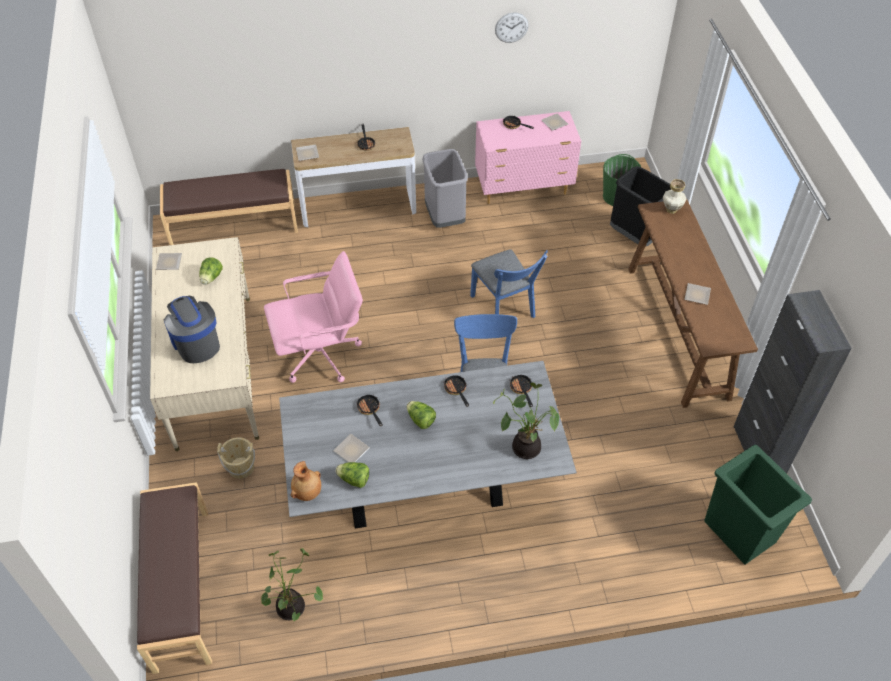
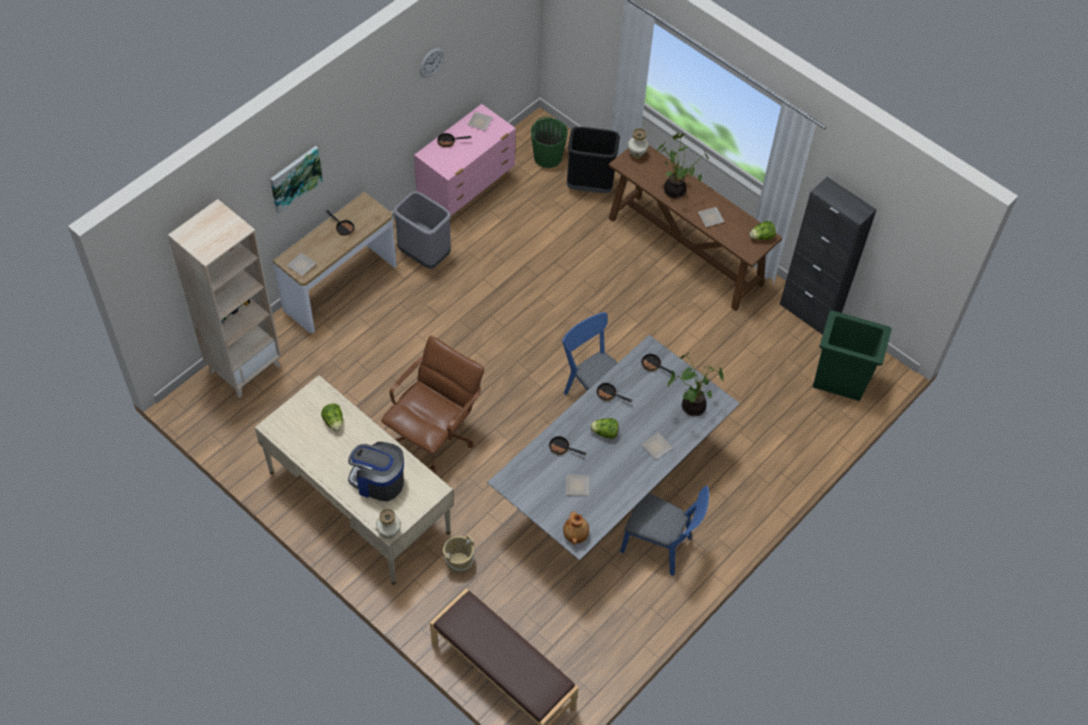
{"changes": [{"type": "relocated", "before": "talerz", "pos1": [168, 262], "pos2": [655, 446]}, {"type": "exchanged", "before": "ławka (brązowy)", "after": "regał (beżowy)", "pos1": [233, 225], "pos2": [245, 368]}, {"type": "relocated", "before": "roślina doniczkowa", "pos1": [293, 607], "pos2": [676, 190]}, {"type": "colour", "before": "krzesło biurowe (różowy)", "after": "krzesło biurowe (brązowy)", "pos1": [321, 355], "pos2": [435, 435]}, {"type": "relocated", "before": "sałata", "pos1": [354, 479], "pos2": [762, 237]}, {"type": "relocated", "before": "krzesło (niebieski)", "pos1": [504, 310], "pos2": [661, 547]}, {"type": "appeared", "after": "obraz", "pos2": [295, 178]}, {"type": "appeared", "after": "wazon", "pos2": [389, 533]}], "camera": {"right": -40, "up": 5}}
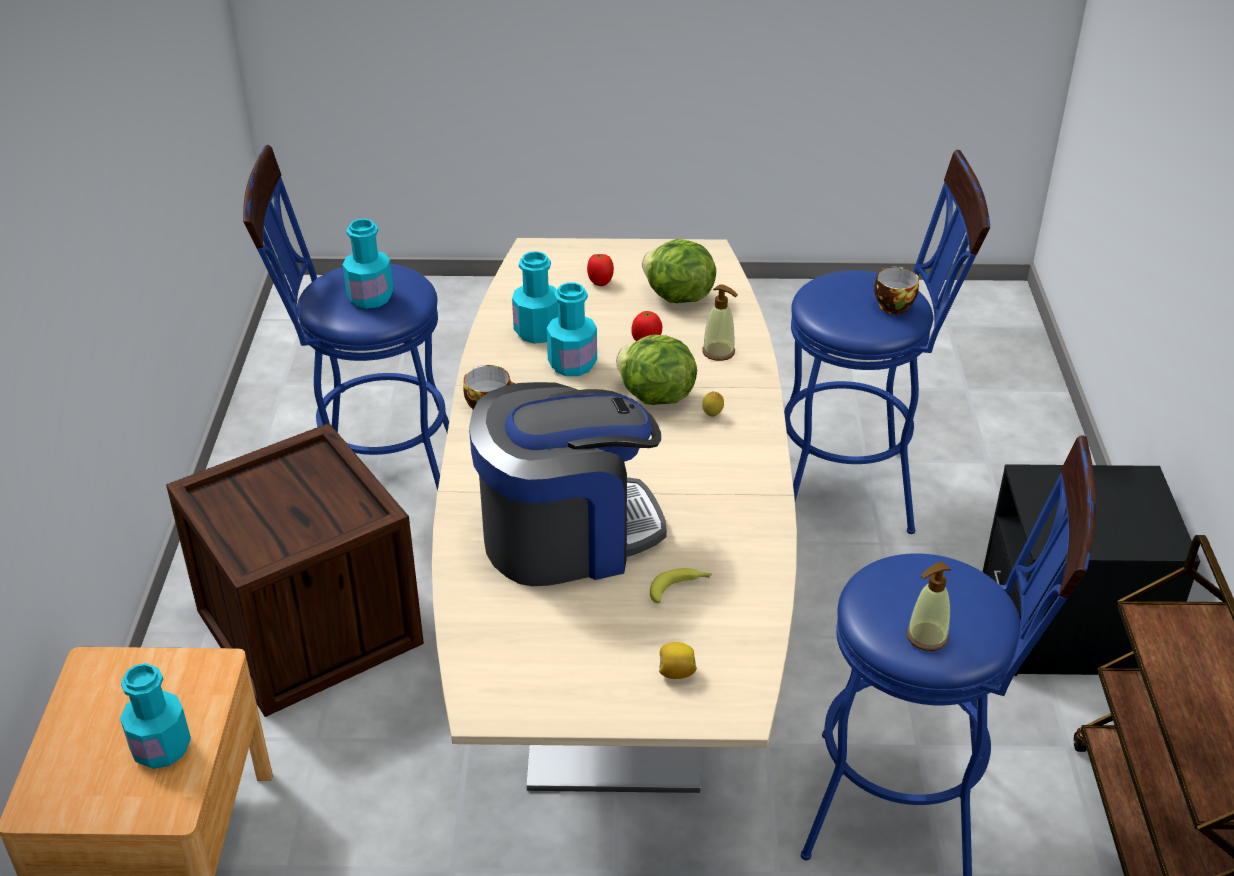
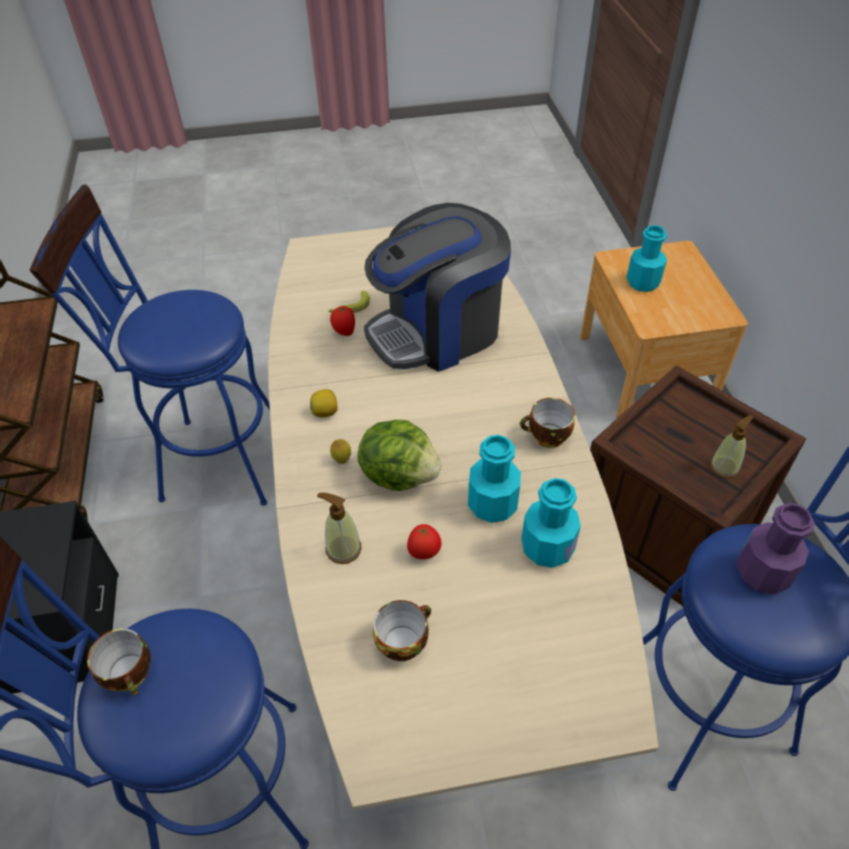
{"changes": [{"type": "colour", "before": "butelka (turkusowy)", "after": "butelka (fioletowy)", "pos1": [370, 297], "pos2": [762, 573]}, {"type": "relocated", "before": "pomidor", "pos1": [600, 282], "pos2": [344, 332]}, {"type": "exchanged", "before": "sałata", "after": "filiżanka", "pos1": [677, 297], "pos2": [403, 641]}, {"type": "relocated", "before": "cytryna", "pos1": [676, 673], "pos2": [325, 412]}, {"type": "relocated", "before": "dozownik mydła", "pos1": [926, 637], "pos2": [724, 467]}], "camera": {"right": 170, "up": 10}}
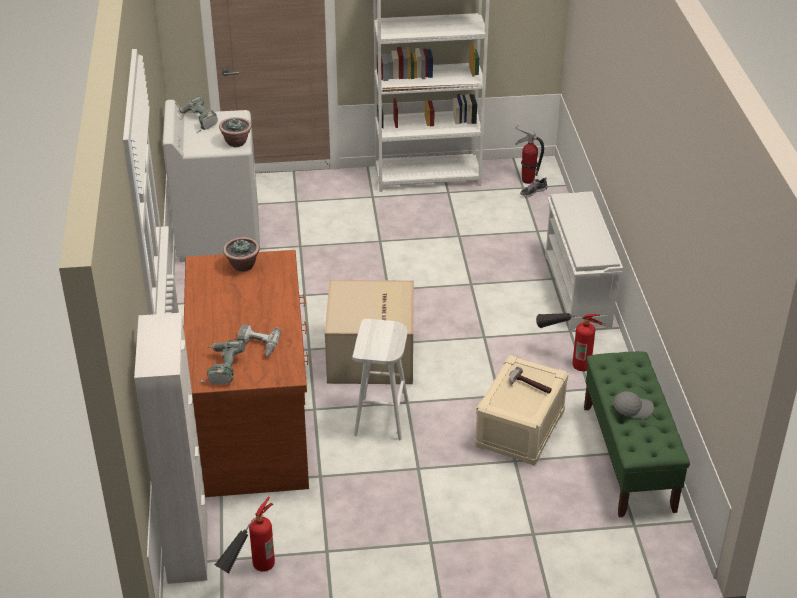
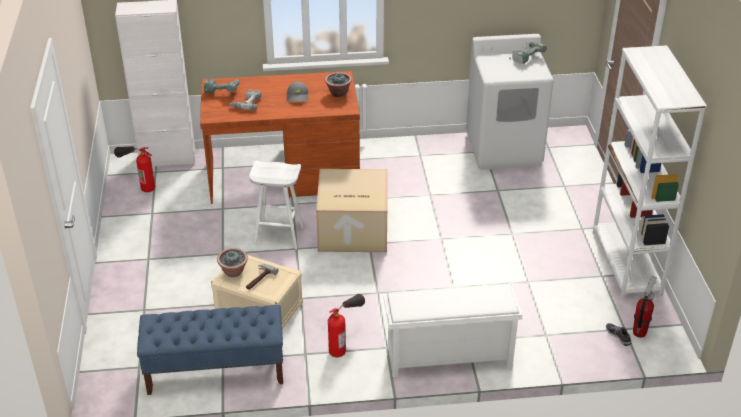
{"changes": [{"type": "relocated", "before": "roślina doniczkowa", "pos1": [236, 142], "pos2": [233, 272]}, {"type": "colour", "before": "ławka (zielony)", "after": "ławka (niebieski)", "pos1": [628, 458], "pos2": [215, 371]}, {"type": "relocated", "before": "czapka z daszkiem (szary)", "pos1": [632, 408], "pos2": [298, 96]}], "camera": {"right": 90, "up": 0}}
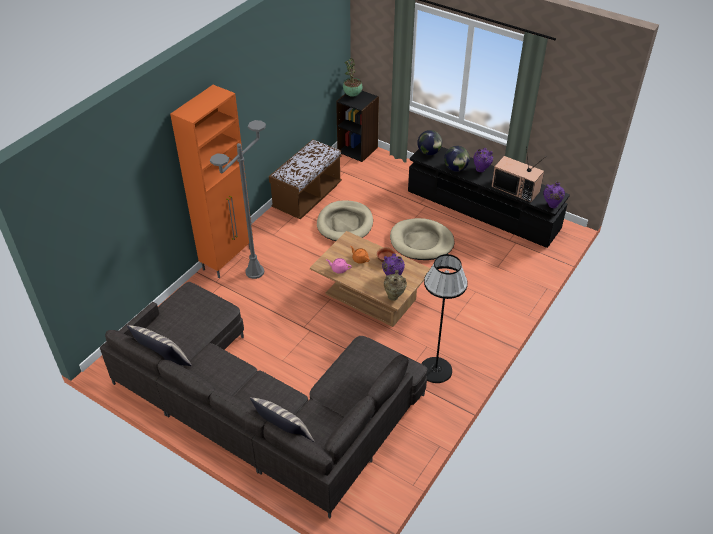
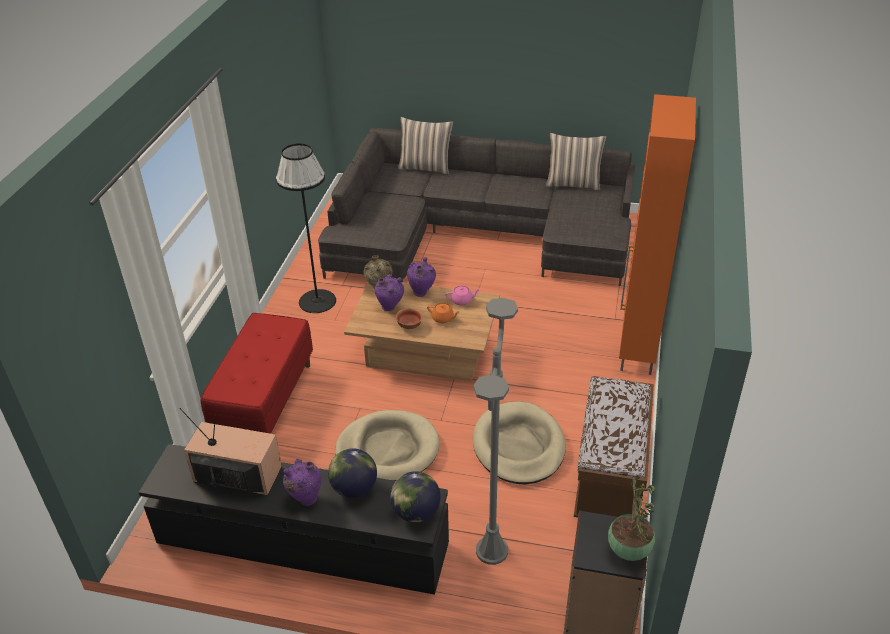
{"changes": [{"type": "relocated", "before": "lampa stojąca (szary)", "pos1": [255, 272], "pos2": [491, 551]}, {"type": "relocated", "before": "wazon (fioletowy)", "pos1": [551, 205], "pos2": [422, 292]}, {"type": "appeared", "after": "ławka (czerwony)", "pos2": [265, 401]}], "camera": {"right": 160, "up": -5}}
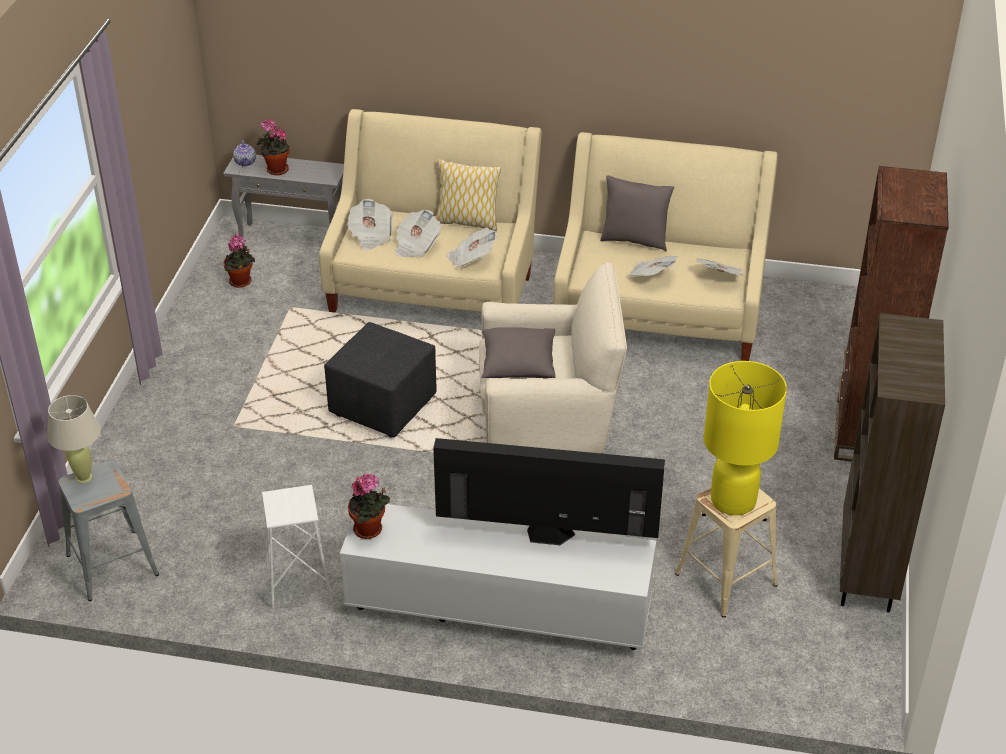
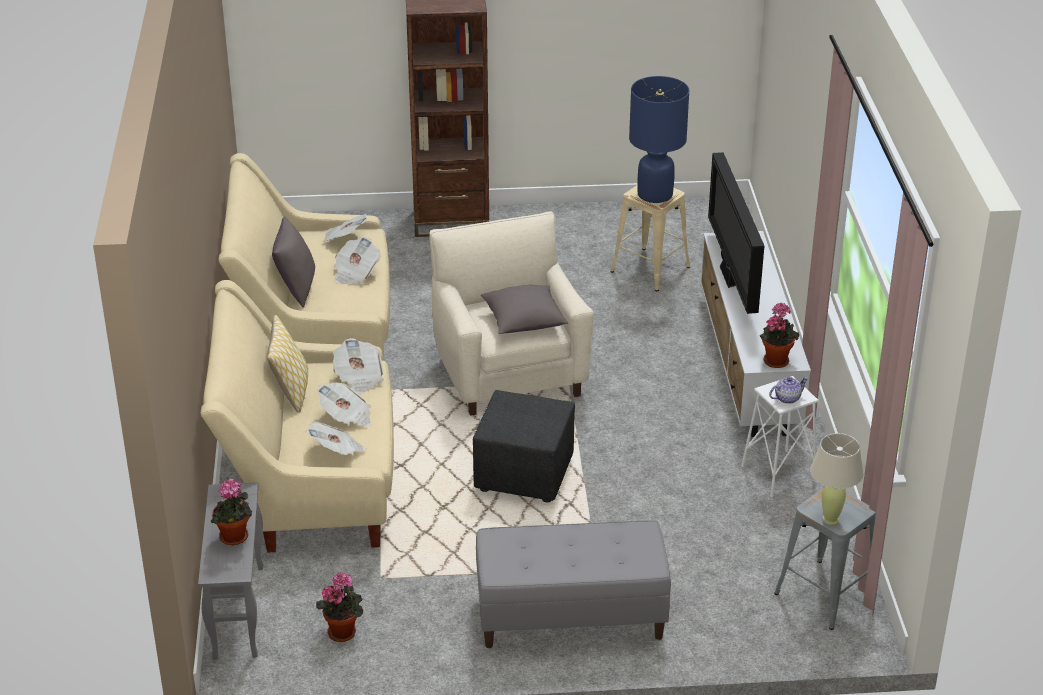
{"changes": [{"type": "relocated", "before": "imbryk", "pos1": [245, 162], "pos2": [787, 398]}, {"type": "colour", "before": "lampa stołowa (żółty)", "after": "lampa stołowa (niebieski)", "pos1": [733, 500], "pos2": [654, 194]}, {"type": "missing", "before": "regał (brązowy)", "pos1": [868, 573]}, {"type": "appeared", "after": "ławka (szary)", "pos2": [570, 617]}], "camera": {"right": -105, "up": -5}}
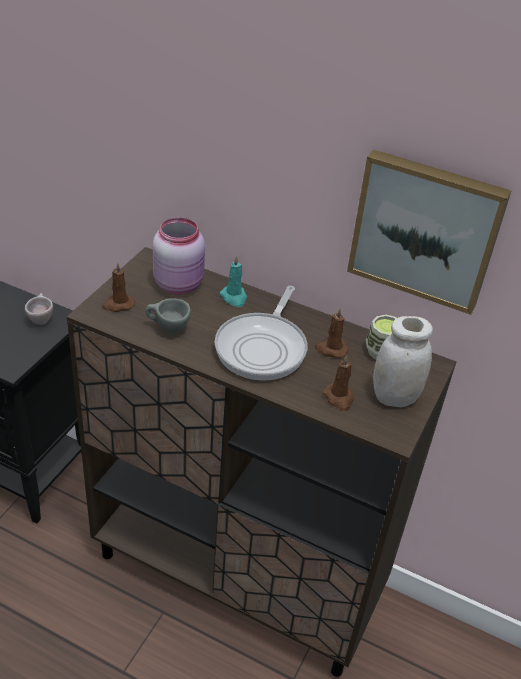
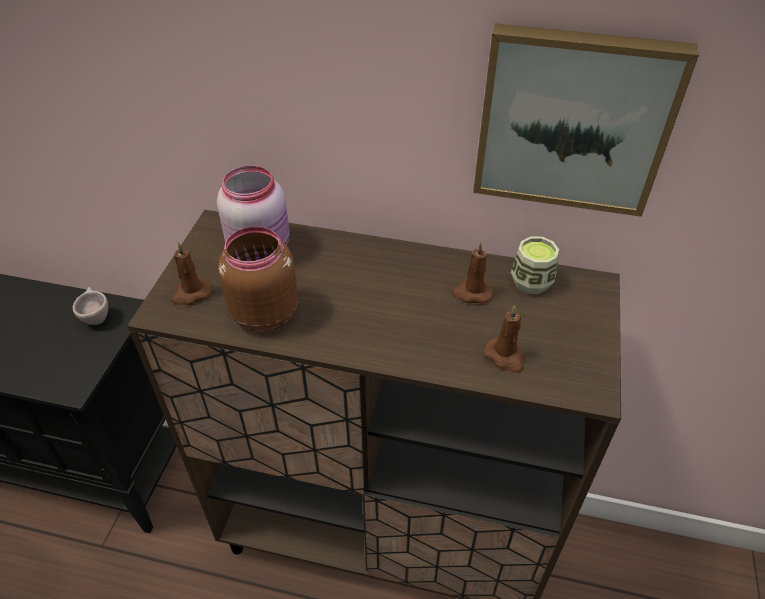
{"changes": [{"type": "exchanged", "before": "filiżanka (szary)", "after": "słoik (brązowy)", "pos1": [167, 329], "pos2": [263, 313]}, {"type": "missing", "before": "patelnia", "pos1": [263, 347]}, {"type": "missing", "before": "świeca (turkusowy)", "pos1": [234, 297]}, {"type": "missing", "before": "słoik (biały)", "pos1": [394, 397]}], "camera": {"right": -10, "up": 5}}
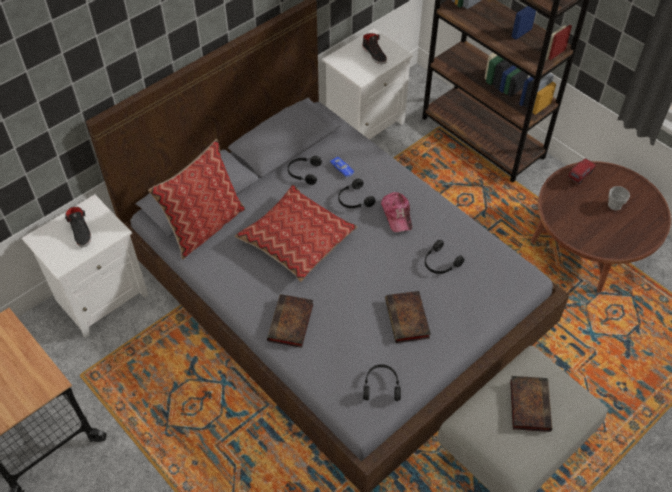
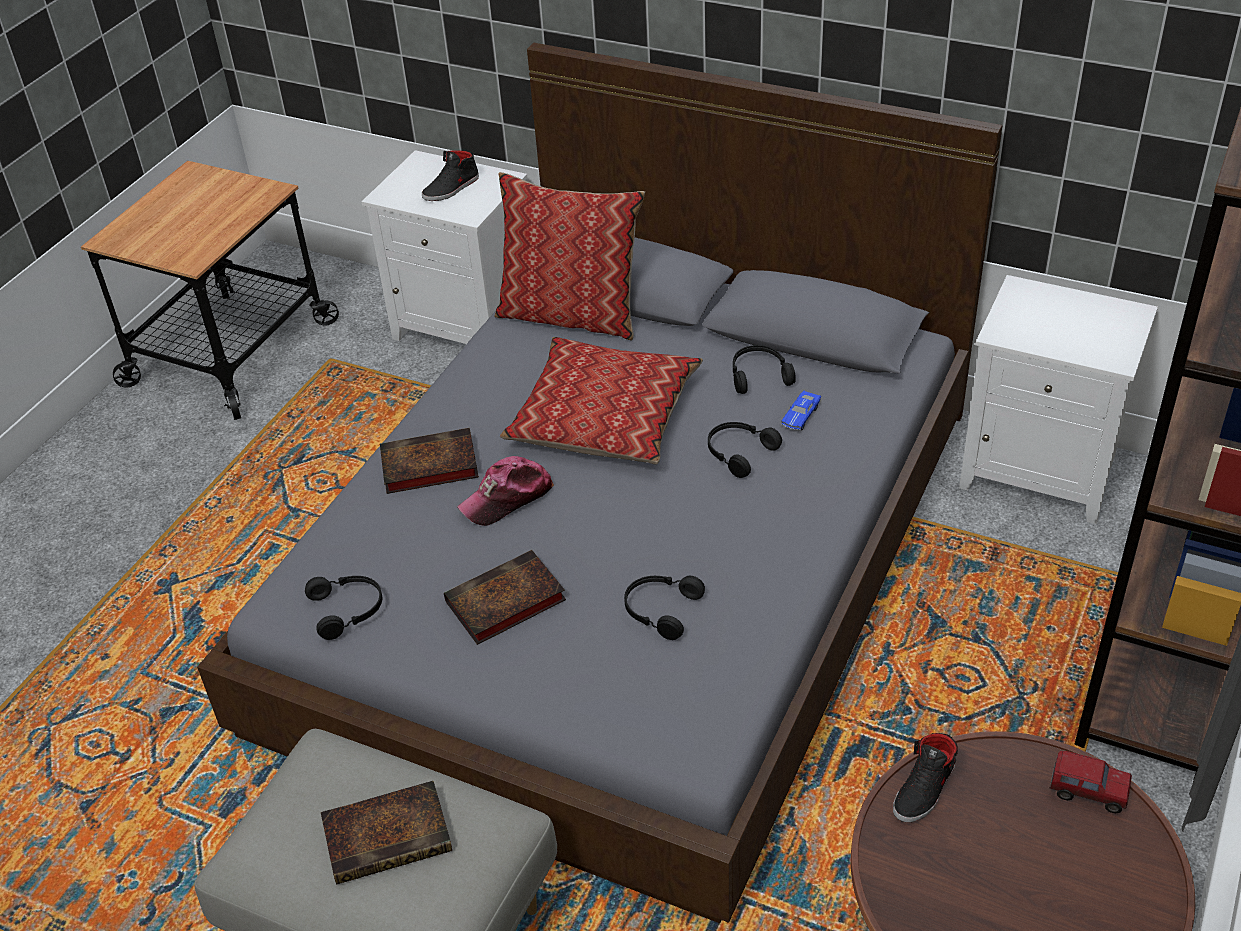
{"changes": [{"type": "relocated", "before": "but (czarny)", "pos1": [374, 54], "pos2": [925, 789]}, {"type": "relocated", "before": "czapka z daszkiem", "pos1": [397, 215], "pos2": [507, 498]}, {"type": "missing", "before": "filiżanka", "pos1": [614, 205]}], "camera": {"right": 70, "up": -10}}
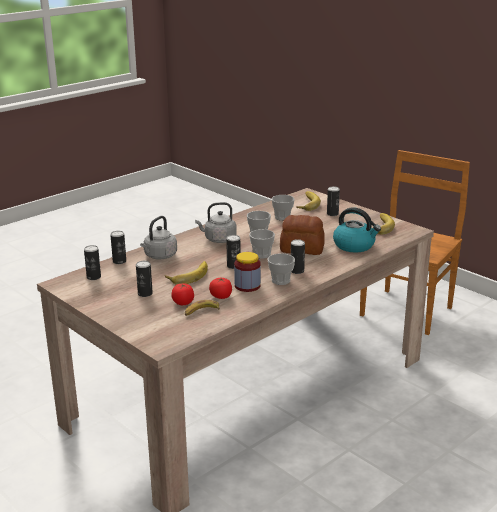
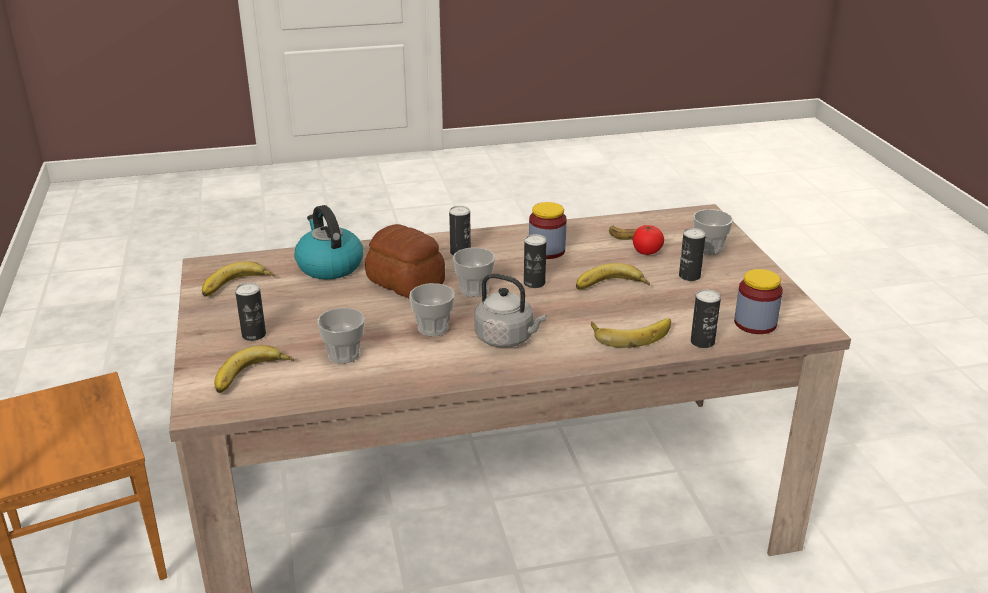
{"changes": [{"type": "exchanged", "before": "puszka", "after": "słoik", "pos1": [93, 277], "pos2": [755, 323]}, {"type": "exchanged", "before": "czajnik (szary)", "after": "banan", "pos1": [159, 256], "pos2": [630, 333]}, {"type": "missing", "before": "pomidor", "pos1": [221, 296]}, {"type": "relocated", "before": "filiżanka", "pos1": [281, 281], "pos2": [709, 248]}], "camera": {"right": -150, "up": 5}}
